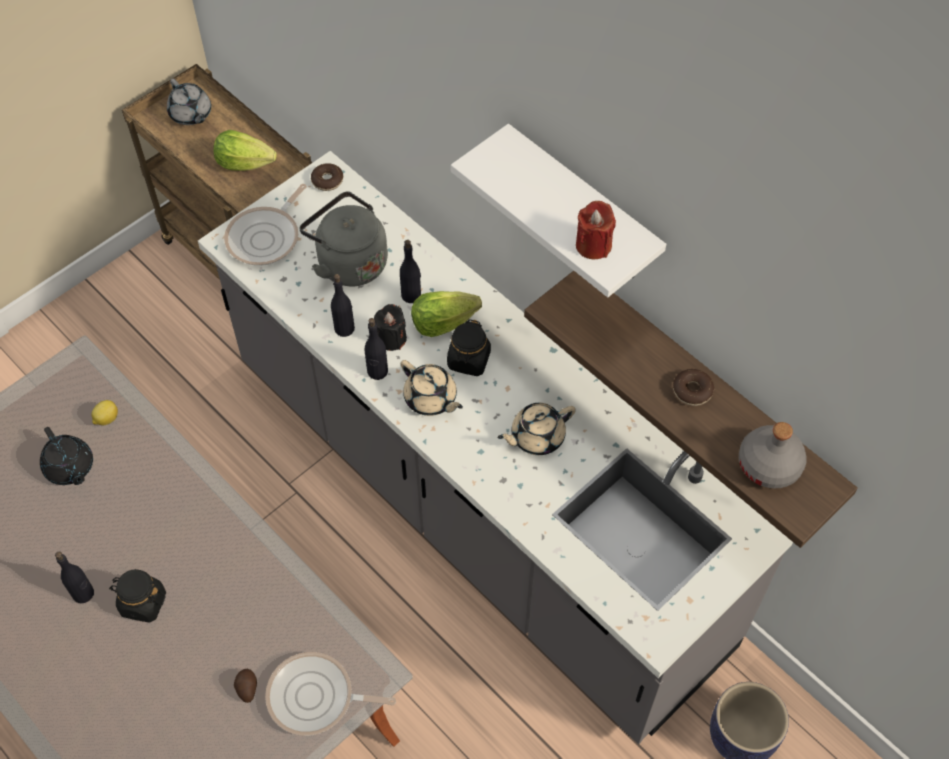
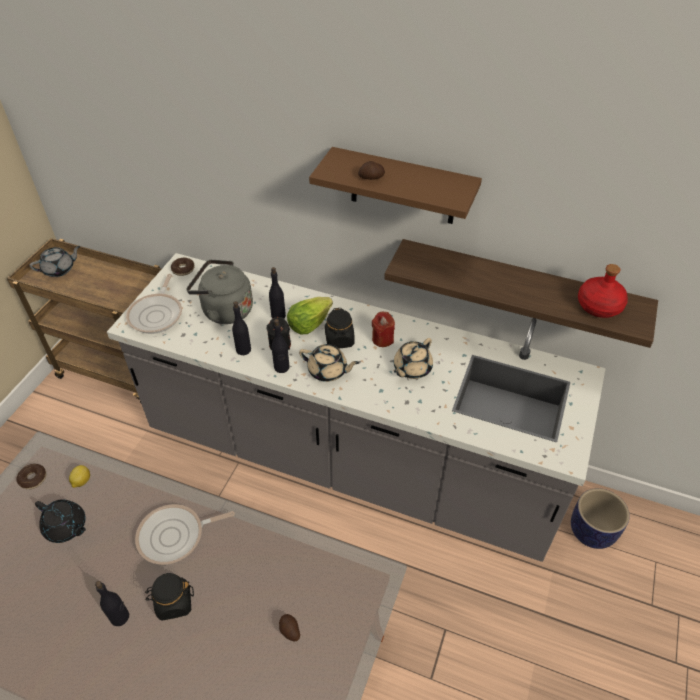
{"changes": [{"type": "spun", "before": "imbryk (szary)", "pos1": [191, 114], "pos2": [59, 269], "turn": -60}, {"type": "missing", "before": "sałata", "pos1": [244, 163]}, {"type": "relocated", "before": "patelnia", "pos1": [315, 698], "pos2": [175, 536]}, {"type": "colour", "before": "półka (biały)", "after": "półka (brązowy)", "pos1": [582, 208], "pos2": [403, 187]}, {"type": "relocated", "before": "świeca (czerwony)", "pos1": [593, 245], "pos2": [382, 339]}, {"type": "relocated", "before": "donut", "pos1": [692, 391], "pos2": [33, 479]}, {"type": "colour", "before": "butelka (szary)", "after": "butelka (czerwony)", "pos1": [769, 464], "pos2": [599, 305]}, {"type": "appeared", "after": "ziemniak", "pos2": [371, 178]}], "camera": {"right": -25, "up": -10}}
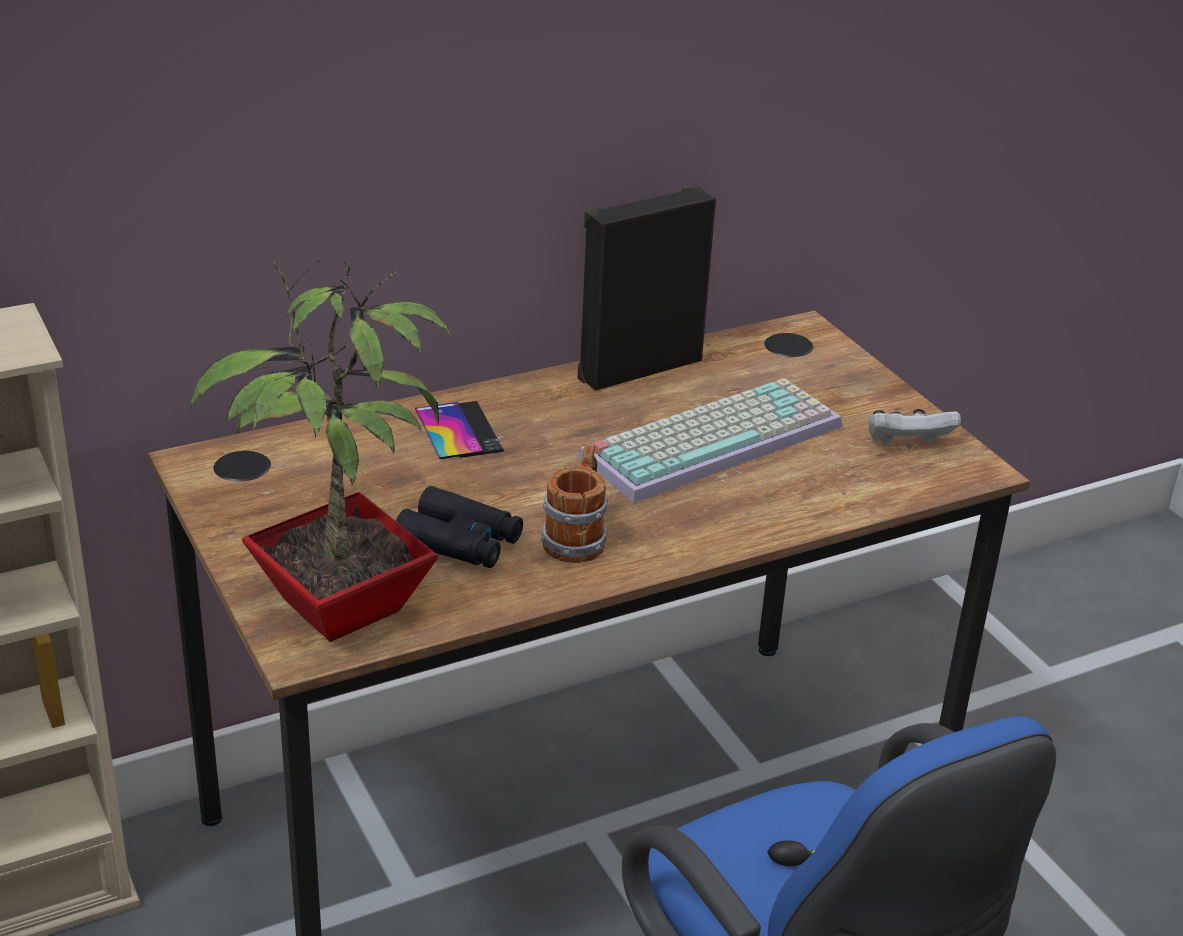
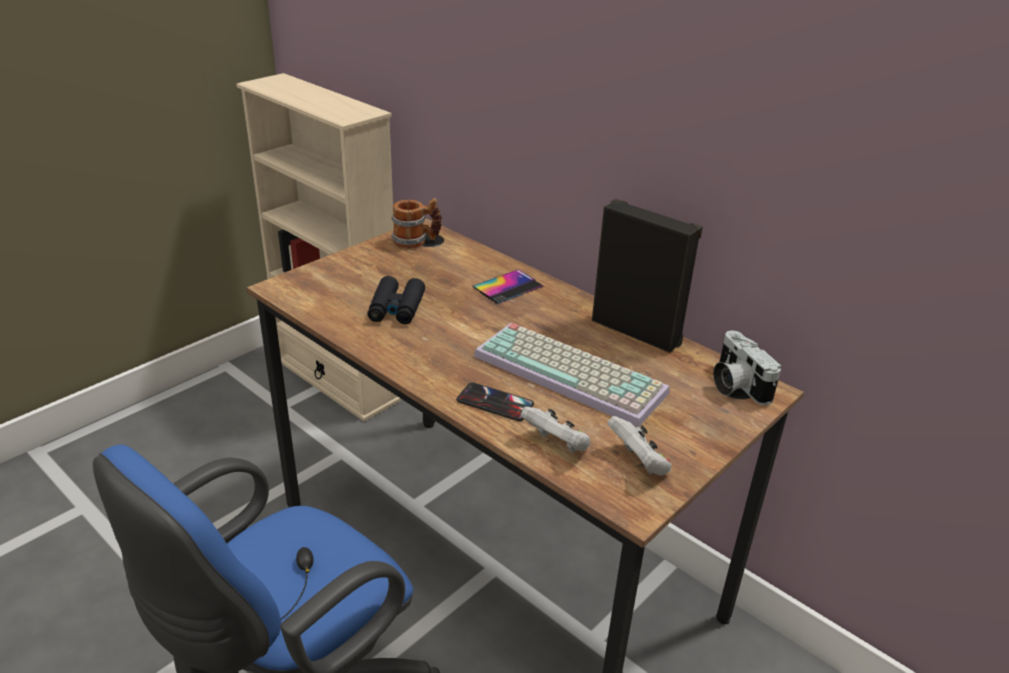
{"changes": [{"type": "missing", "before": "roślina doniczkowa", "pos1": [335, 611]}, {"type": "relocated", "before": "kubek", "pos1": [577, 537], "pos2": [416, 241]}, {"type": "appeared", "after": "telefon", "pos2": [495, 402]}, {"type": "appeared", "after": "pad do gier (biały)", "pos2": [557, 445]}, {"type": "appeared", "after": "aparat fotograficzny", "pos2": [735, 385]}], "camera": {"right": 70, "up": 0}}
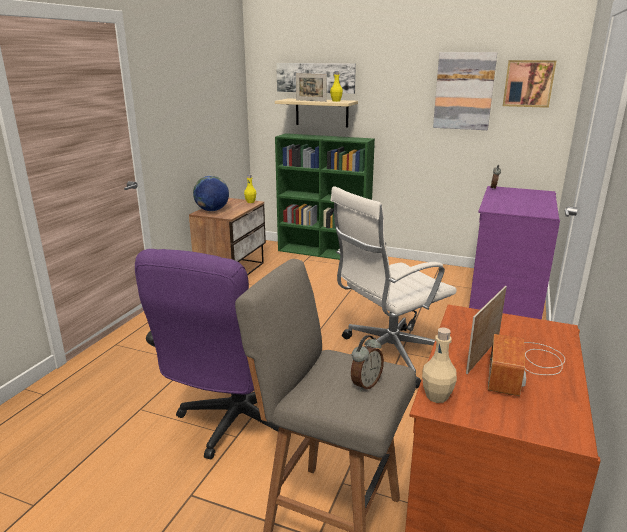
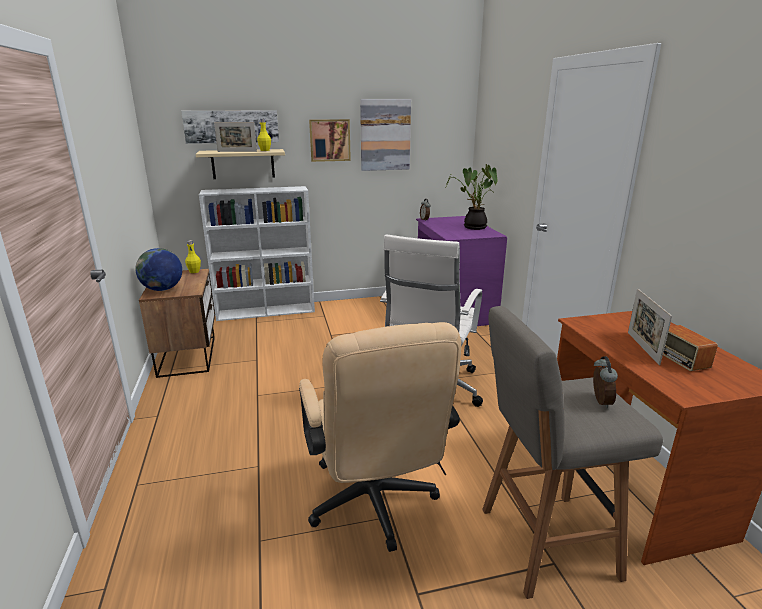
{"changes": [{"type": "colour", "before": "krzesło biurowe (fioletowy)", "after": "krzesło biurowe (beżowy)", "pos1": [233, 424], "pos2": [374, 506]}, {"type": "colour", "before": "regał (zielony)", "after": "regał (biały)", "pos1": [324, 253], "pos2": [267, 311]}, {"type": "missing", "before": "butelka (beżowy)", "pos1": [437, 396]}, {"type": "relocated", "before": "obraz", "pos1": [528, 83], "pos2": [329, 140]}, {"type": "appeared", "after": "roślina doniczkowa", "pos2": [473, 227]}], "camera": {"right": -35, "up": 0}}
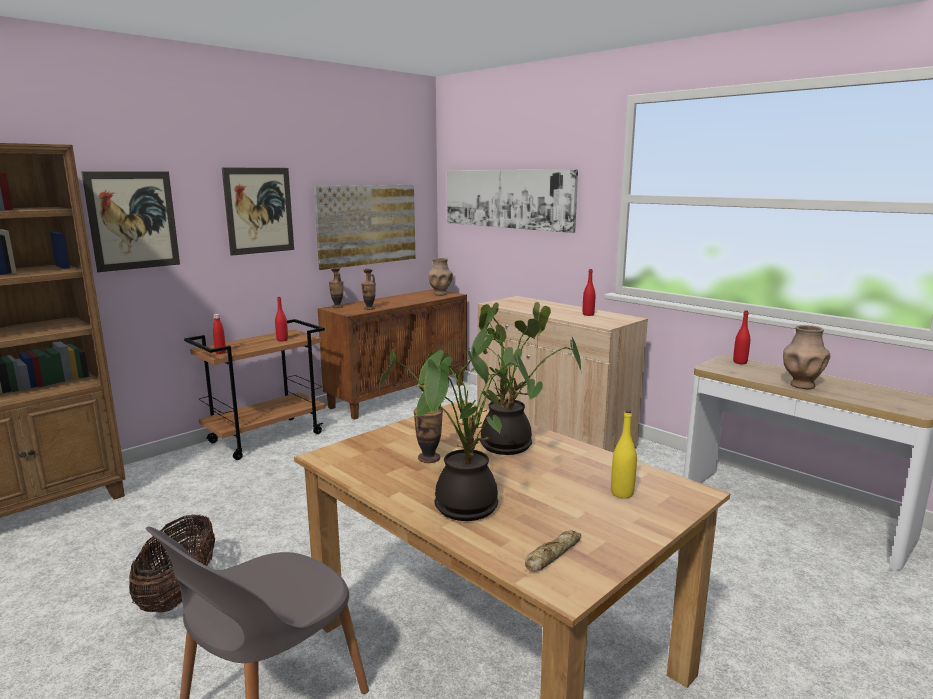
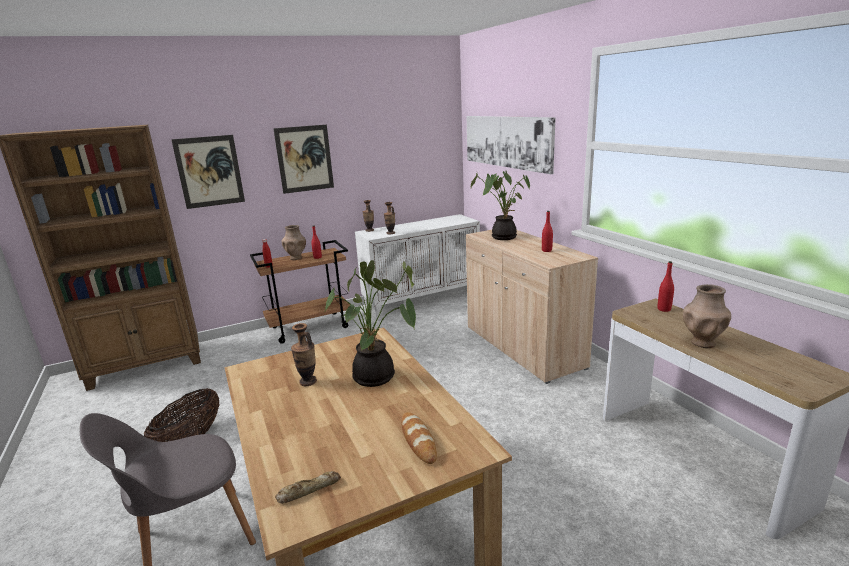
{"changes": [{"type": "missing", "before": "obraz", "pos1": [367, 225]}, {"type": "colour", "before": "szafka (brązowy)", "after": "szafka (biały)", "pos1": [399, 395], "pos2": [422, 299]}, {"type": "relocated", "before": "roślina doniczkowa", "pos1": [462, 505], "pos2": [502, 237]}, {"type": "relocated", "before": "wazon (brązowy)", "pos1": [440, 294], "pos2": [296, 258]}, {"type": "exchanged", "before": "butelka (żółty)", "after": "chleb", "pos1": [622, 493], "pos2": [418, 440]}], "camera": {"right": 20, "up": 5}}
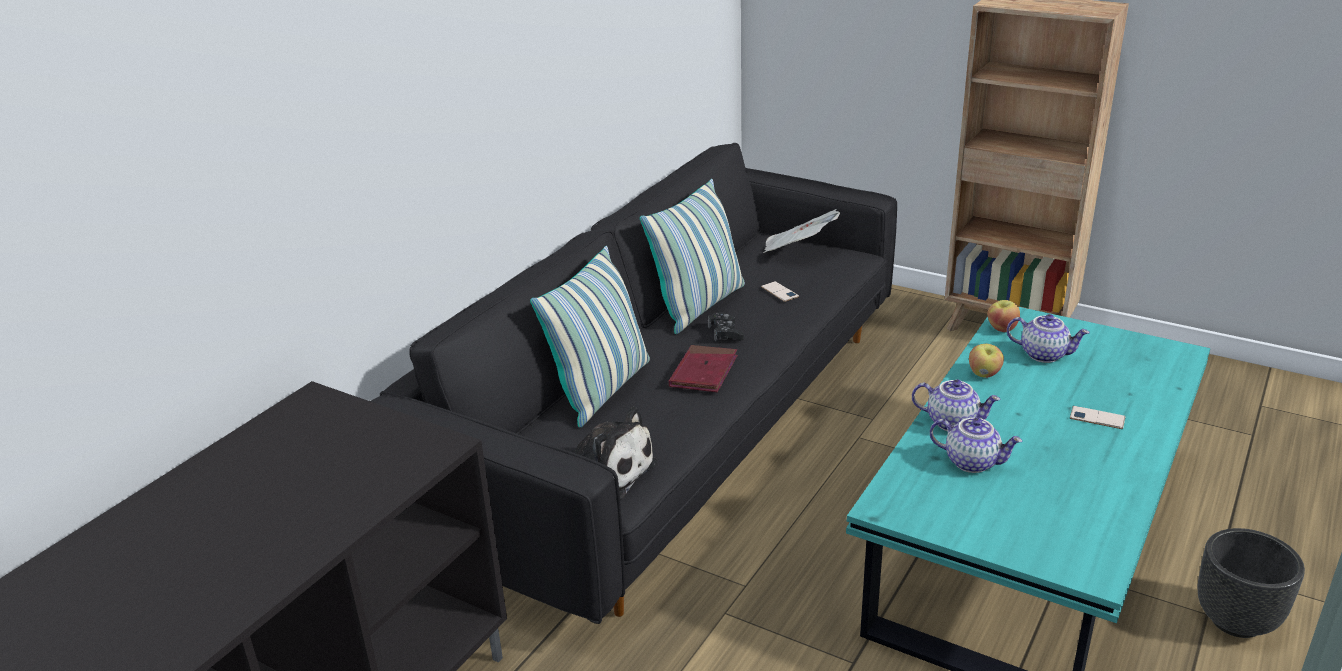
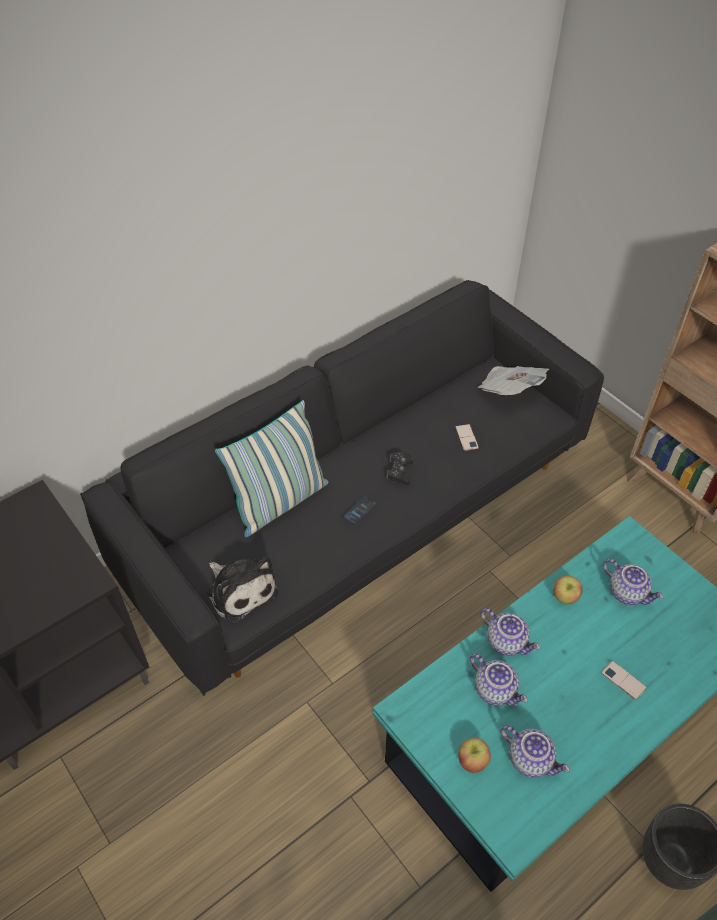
{"changes": [{"type": "missing", "before": "poduszka", "pos1": [699, 306]}, {"type": "exchanged", "before": "książka (czerwony)", "after": "telefon", "pos1": [703, 372], "pos2": [360, 511]}, {"type": "relocated", "before": "jabłko", "pos1": [1001, 328], "pos2": [472, 761]}, {"type": "appeared", "after": "imbryk", "pos2": [531, 759]}], "camera": {"right": 20, "up": 20}}
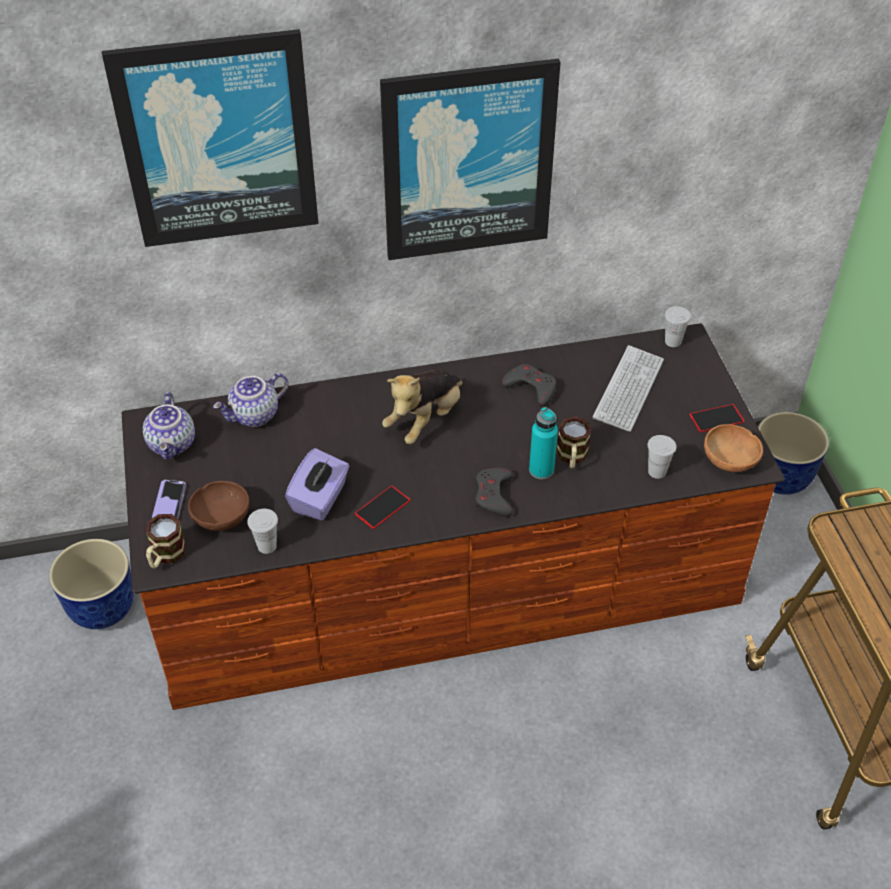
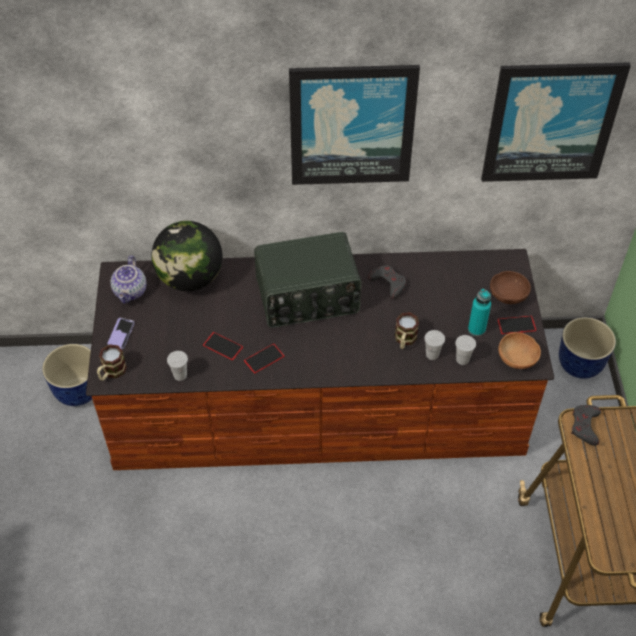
{"changes": [{"type": "relocated", "before": "obraz", "pos1": [217, 140], "pos2": [551, 122]}, {"type": "relocated", "before": "miska (brązowy)", "pos1": [222, 518], "pos2": [508, 295]}, {"type": "exchanged", "before": "imbryk", "after": "globus", "pos1": [255, 416], "pos2": [190, 278]}, {"type": "exchanged", "before": "pudełko chusteczek (fioletowy)", "after": "telefon", "pos1": [320, 499], "pos2": [223, 346]}, {"type": "exchanged", "before": "pluszak", "after": "radio", "pos1": [425, 420], "pos2": [307, 297]}, {"type": "relocated", "before": "pad do gier (szary)", "pos1": [494, 495], "pos2": [585, 426]}, {"type": "relocated", "before": "butelka (turkusowy)", "pos1": [541, 470], "pos2": [476, 329]}, {"type": "missing", "before": "klawiatura", "pos1": [628, 389]}, {"type": "relocated", "before": "filiżanka (biały)", "pos1": [672, 341], "pos2": [432, 354]}], "camera": {"right": 10, "up": 5}}
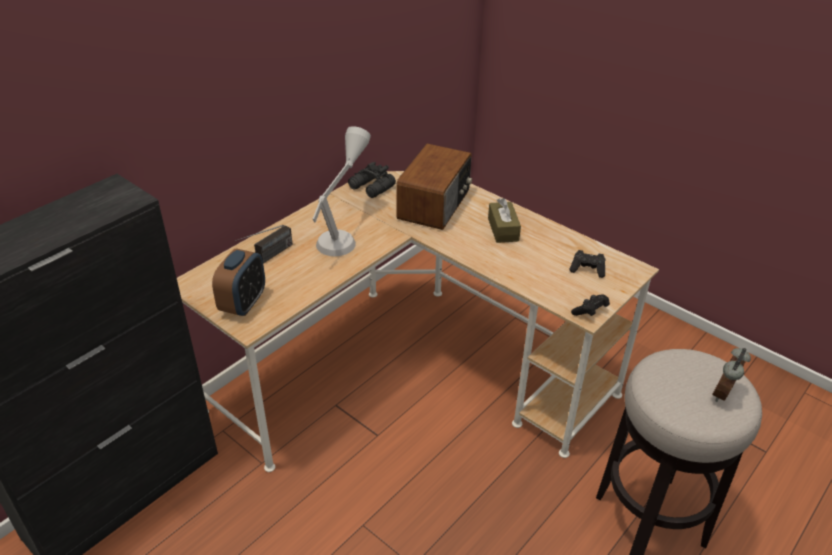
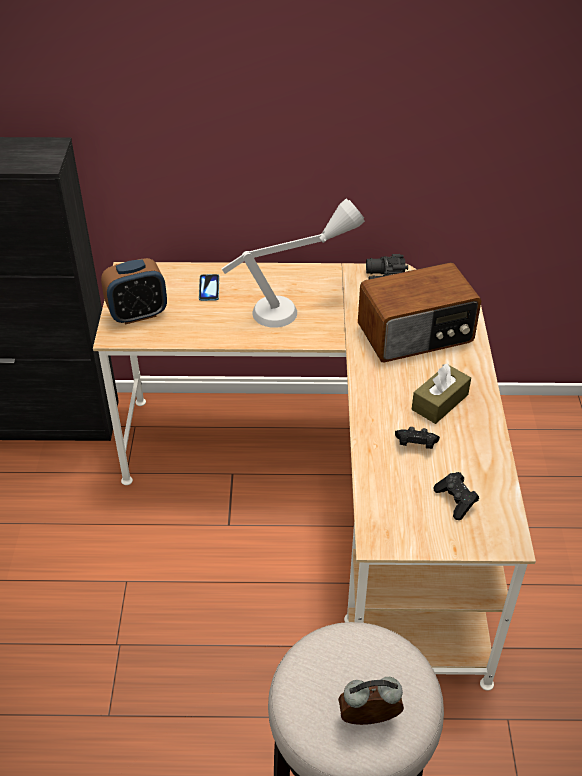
{"changes": [{"type": "exchanged", "before": "radio", "after": "telefon", "pos1": [267, 257], "pos2": [209, 288]}, {"type": "relocated", "before": "pad do gier (czarny)", "pos1": [590, 312], "pos2": [415, 445]}], "camera": {"right": 50, "up": 5}}
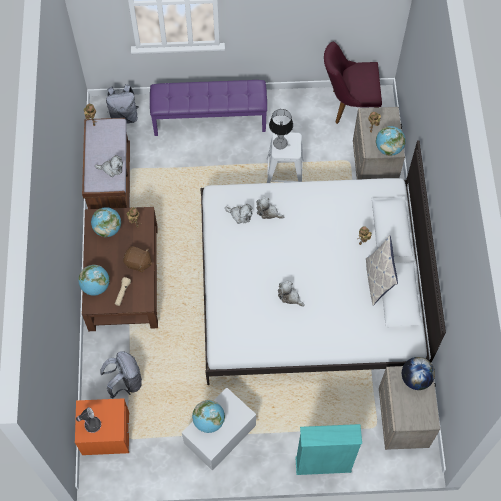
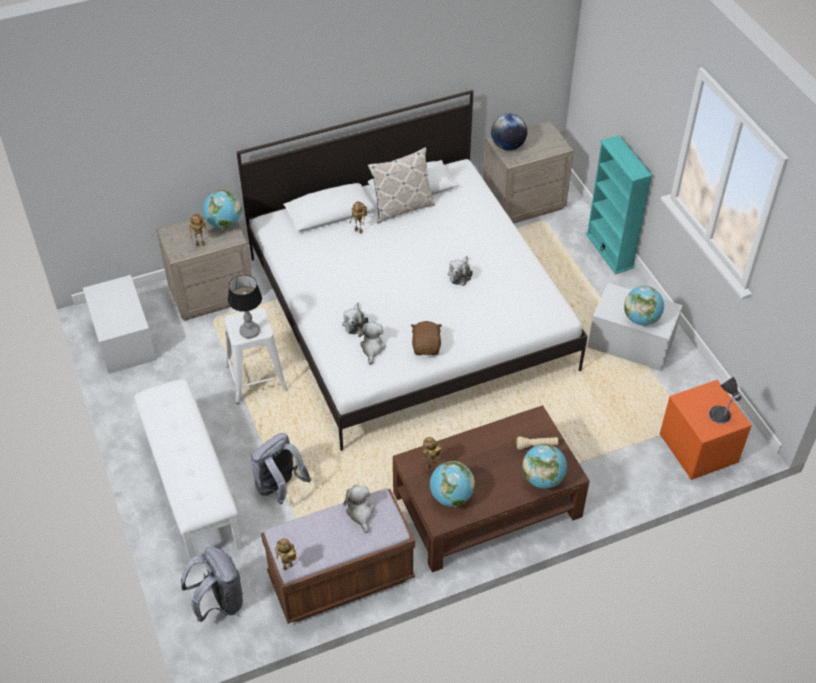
{"changes": [{"type": "relocated", "before": "plecak (szary)", "pos1": [125, 382], "pos2": [280, 488]}, {"type": "relocated", "before": "pluszak (brązowy)", "pos1": [138, 263], "pos2": [426, 347]}, {"type": "colour", "before": "ławka (fioletowy)", "after": "ławka (biały)", "pos1": [210, 119], "pos2": [191, 488]}, {"type": "exchanged", "before": "krzesło (fioletowy)", "after": "pojemnik do przechowywania (biały)", "pos1": [349, 106], "pos2": [124, 340]}], "camera": {"right": -110, "up": -15}}
